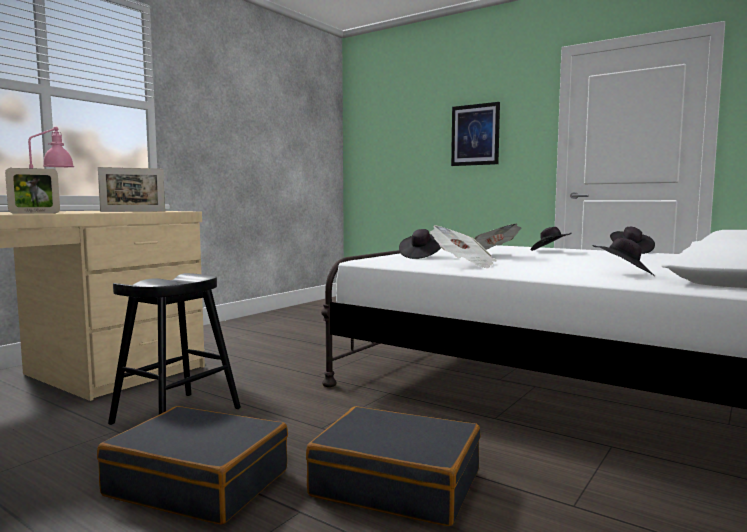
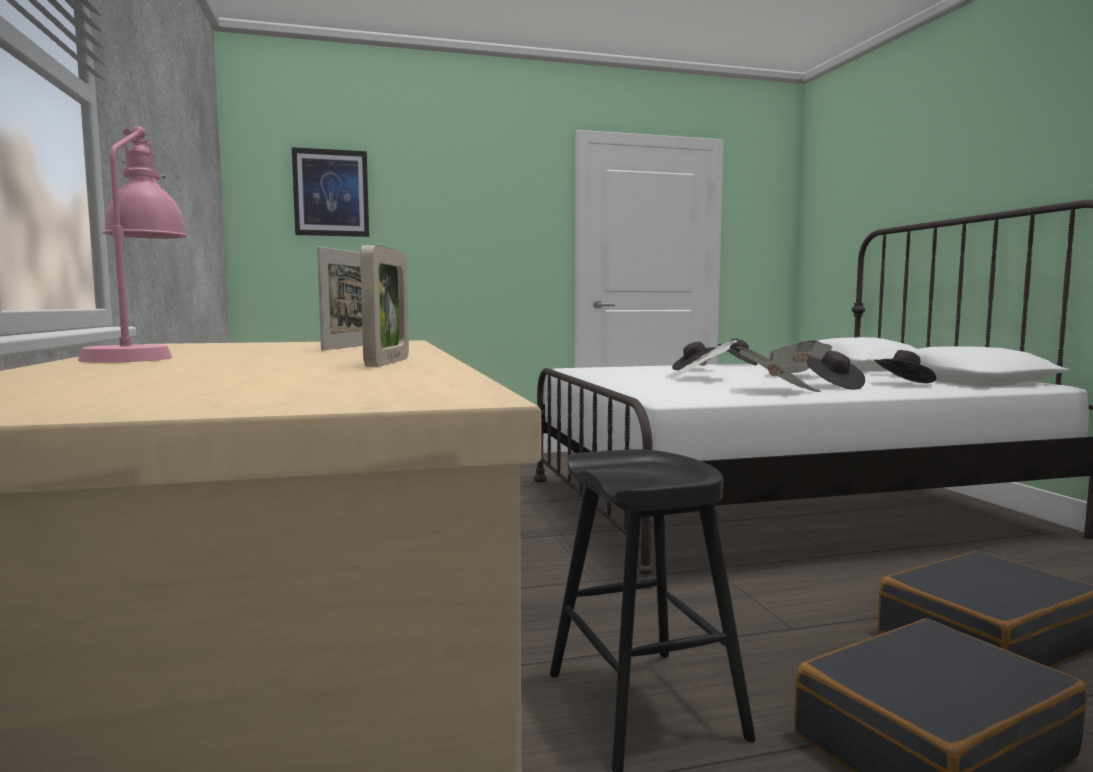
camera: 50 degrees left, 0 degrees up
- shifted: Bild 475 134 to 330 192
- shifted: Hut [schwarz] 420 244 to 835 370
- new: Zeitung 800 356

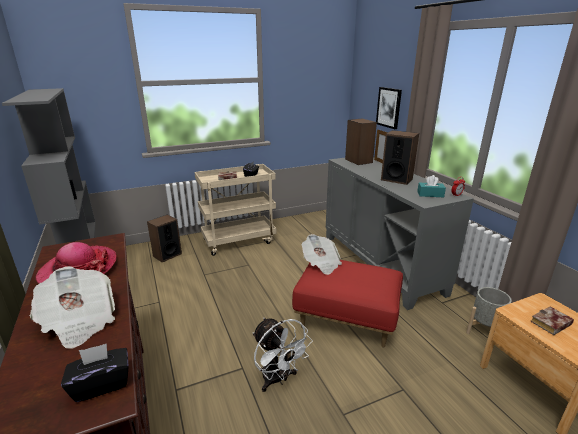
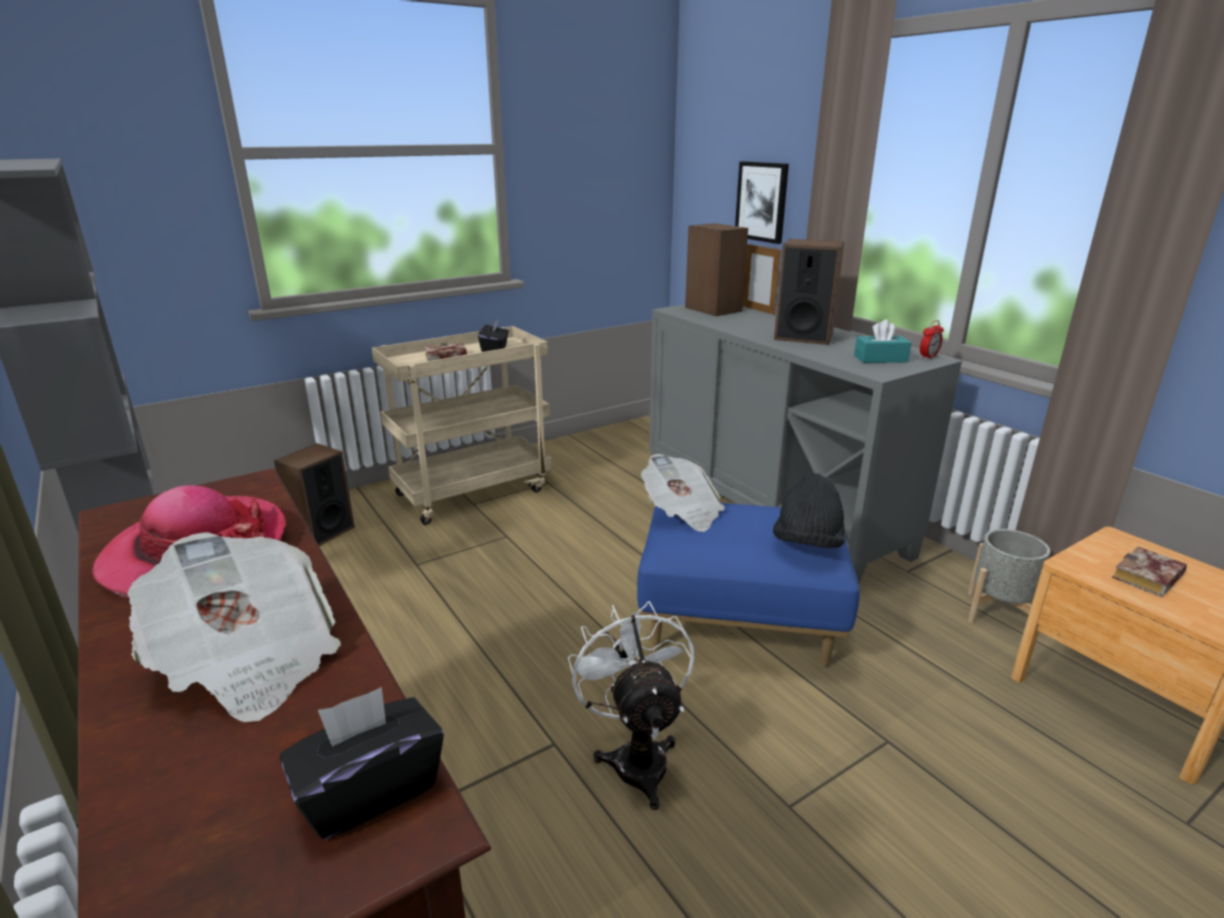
camera: 10 degrees left, 0 degrees up
- repainted: Polsterhocker [rot] 347 304 to Polsterhocker [blau] 748 585
- rotated: Ventilator [weiß] 283 355 = 631 705 150 degrees counterclockwise
- new: Hut [schwarz] 809 510

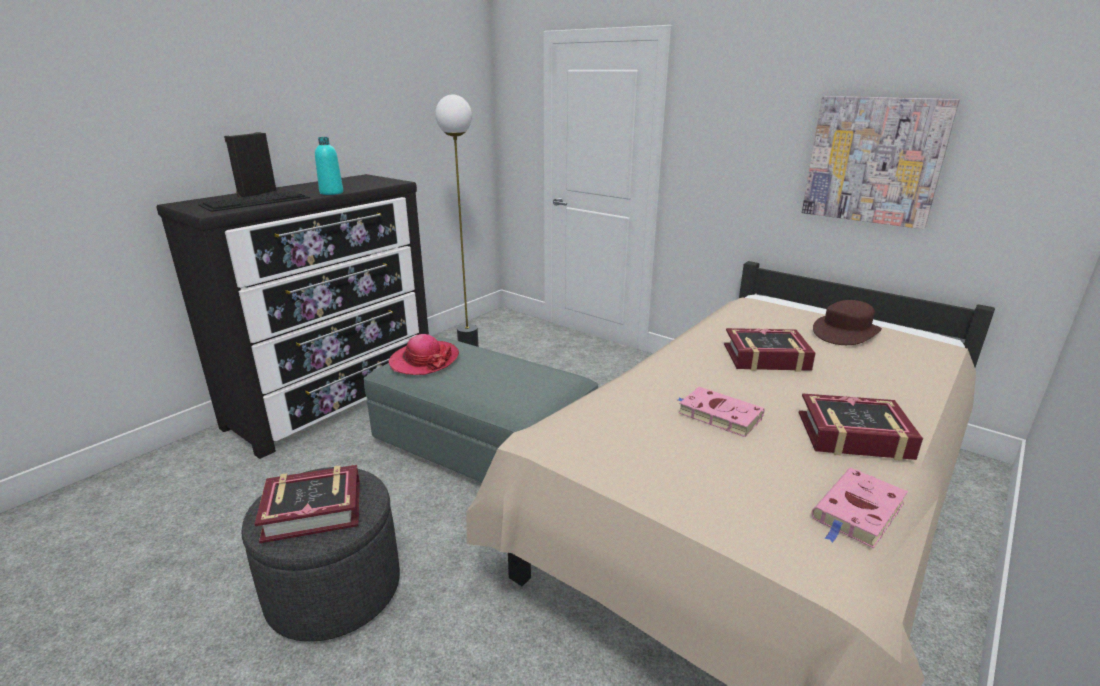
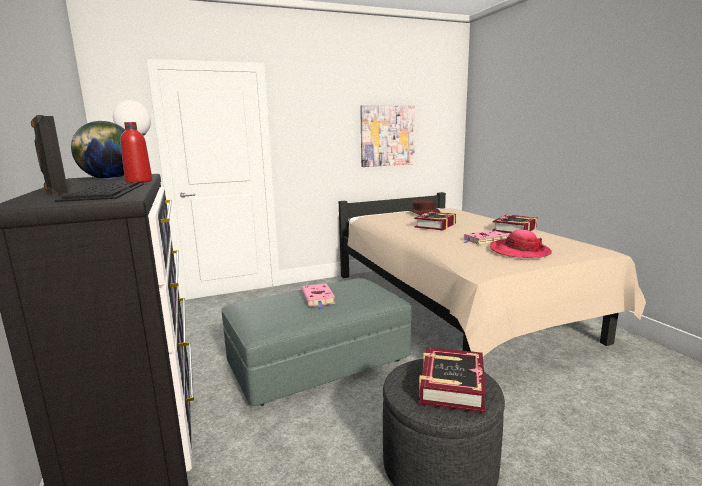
camera: 60 degrees left, 10 degrees down
- repainted: Flasche [türkis] 329 166 to Flasche [rot] 136 152
- shifted: Hut 423 354 to 521 243
- shifted: Buch [rosa] 860 508 to 318 296
- new: Globus 98 150

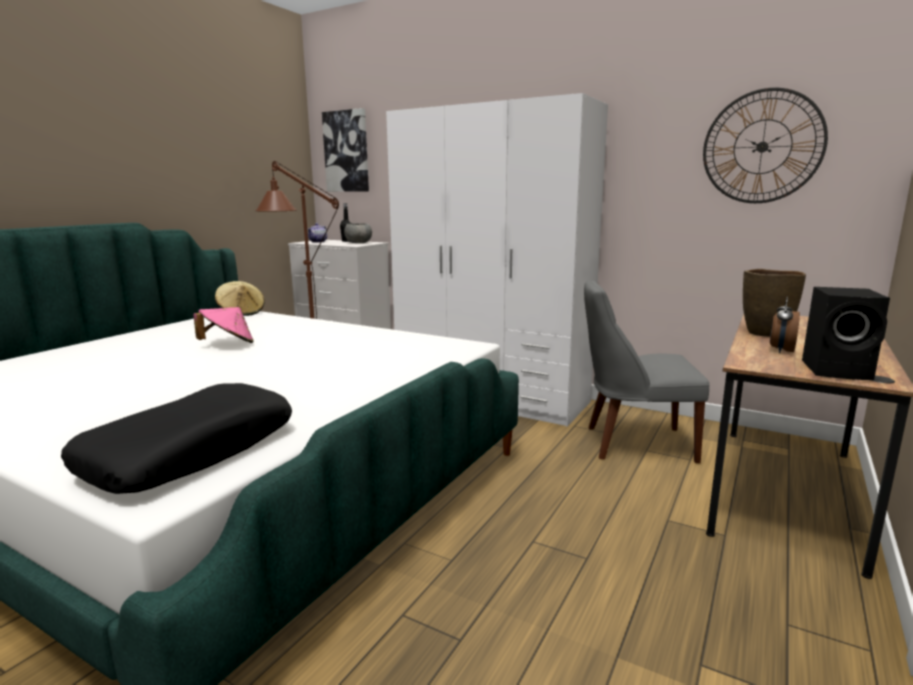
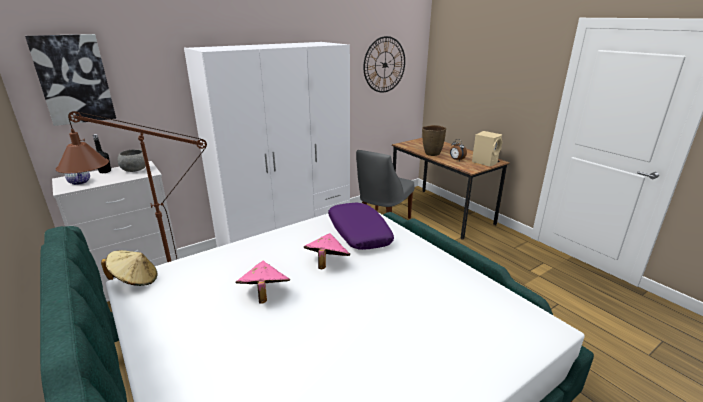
camera: 65 degrees left, 10 degrees up
- repainted: Lautsprecher [schwarz] 846 333 to Lautsprecher [beige] 487 148
- gone: Kissen [schwarz] 176 438
- new: Kissen [lila] 361 226
- new: Hut [rosa] 327 251

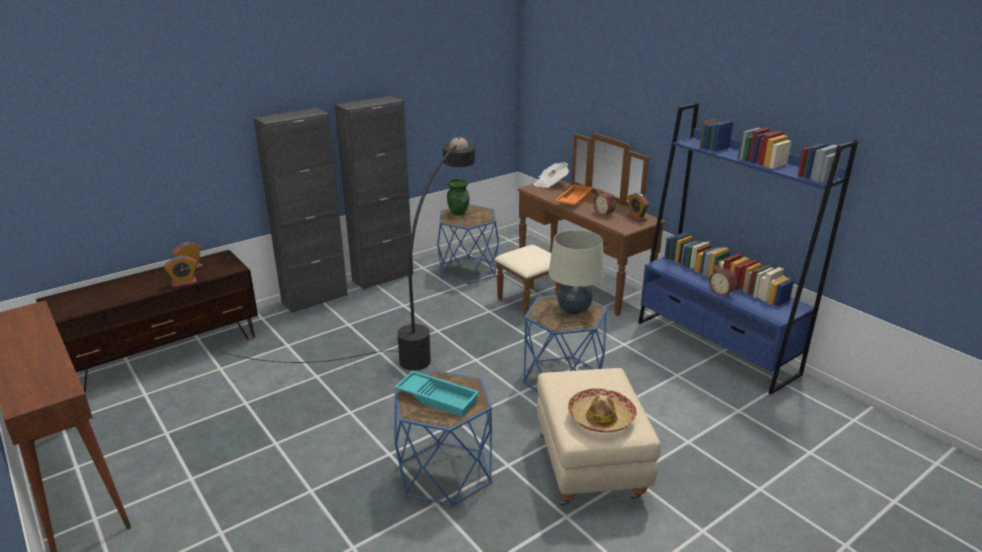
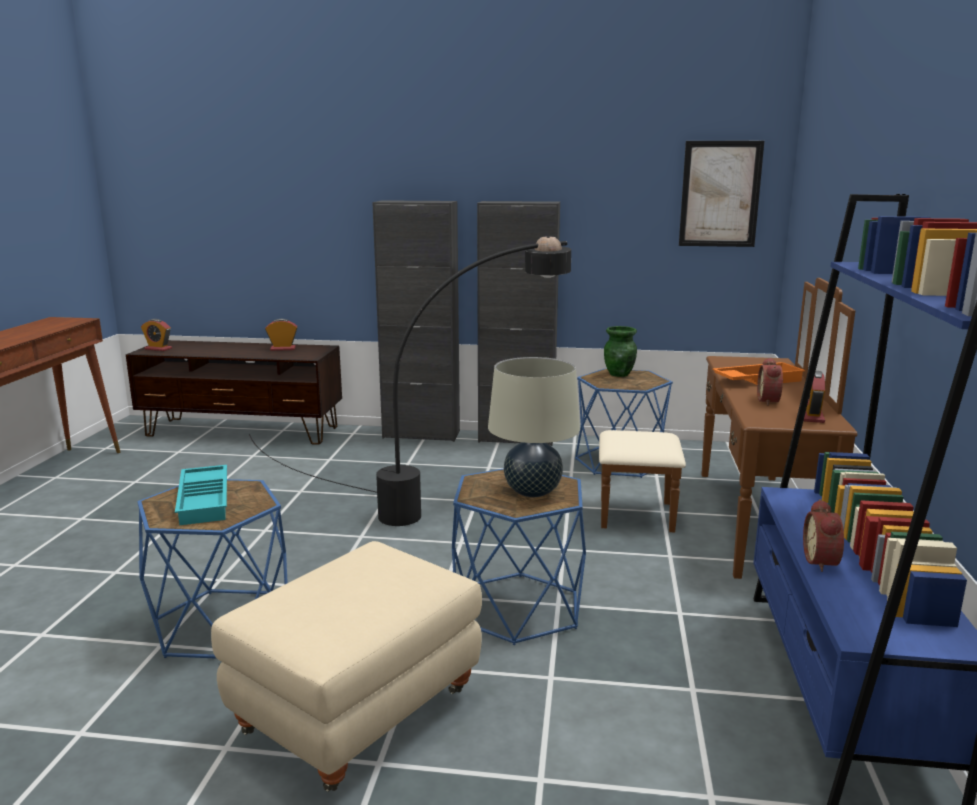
camera: 45 degrees right, 10 degrees down
- gone: Zeitung 551 175
- shifted: Wecker 180 272 to 156 335
- gone: Hut 602 410
- new: Bild 721 194

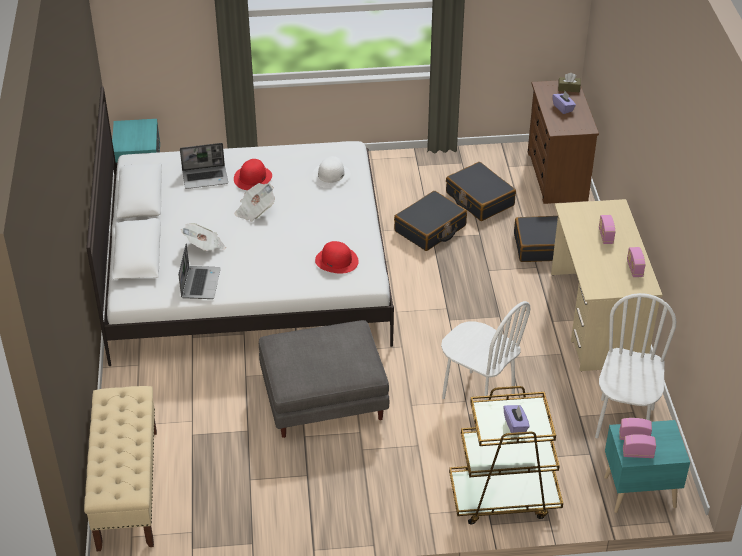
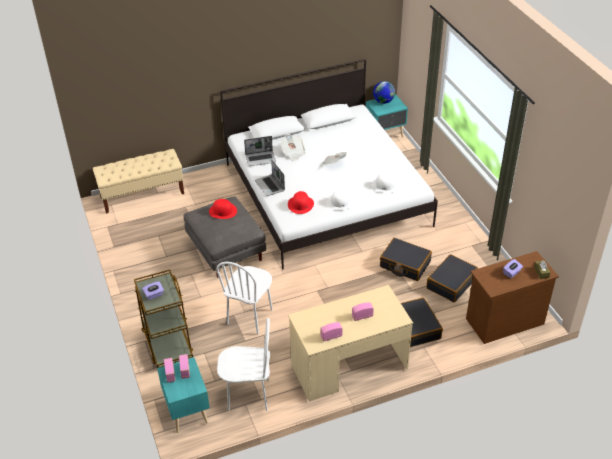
camera: 75 degrees right, 0 degrees up
- shifted: Laptop 204 166 to 270 177
- shifted: Hut [rot] 253 174 to 223 209
- new: Globus 384 92
- new: Hut [weiß] 341 200

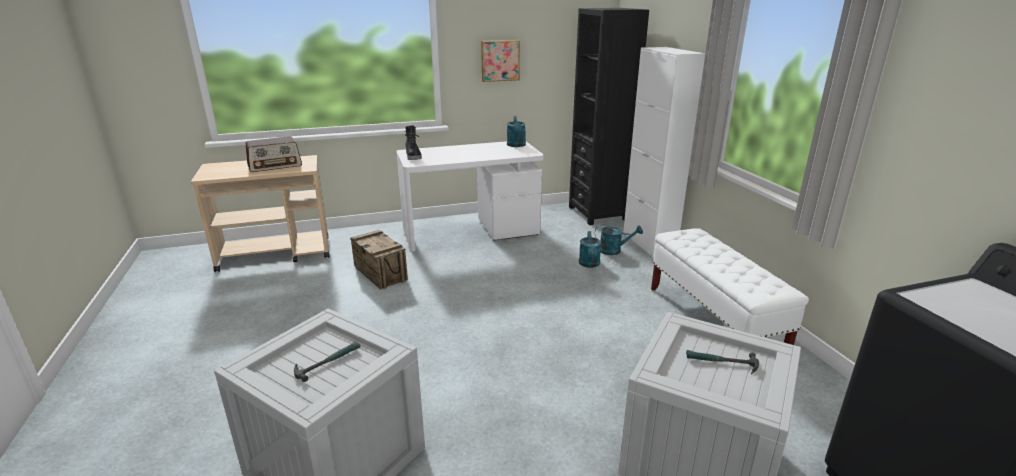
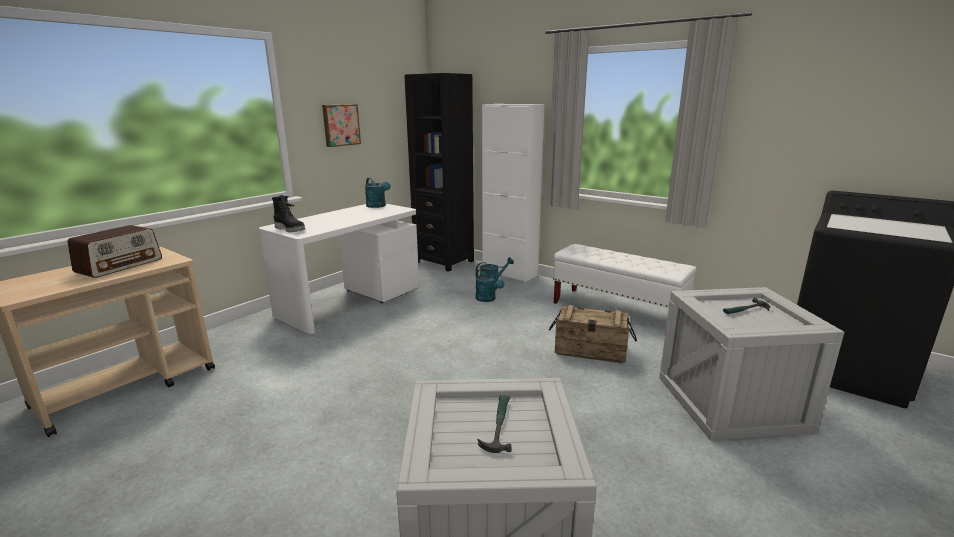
camera: 35 degrees left, 5 degrees down
- shifted: Kiste 379 259 to 593 334

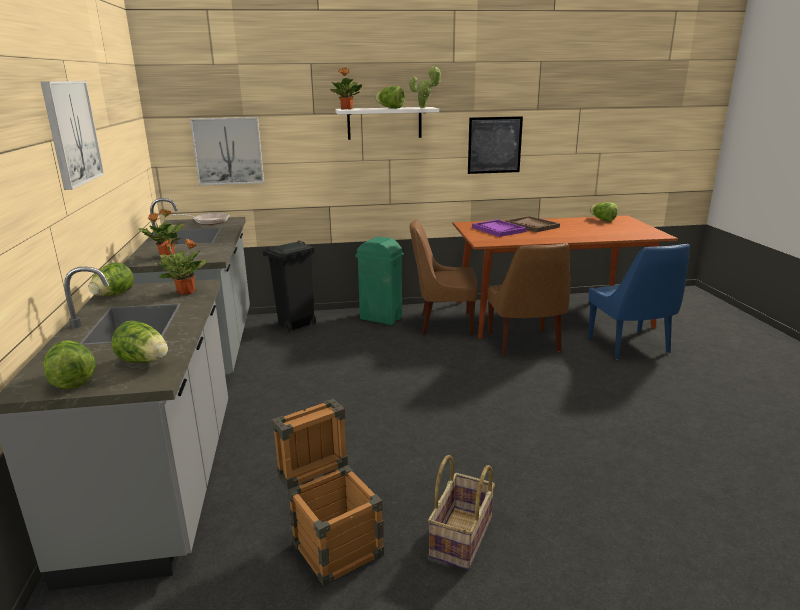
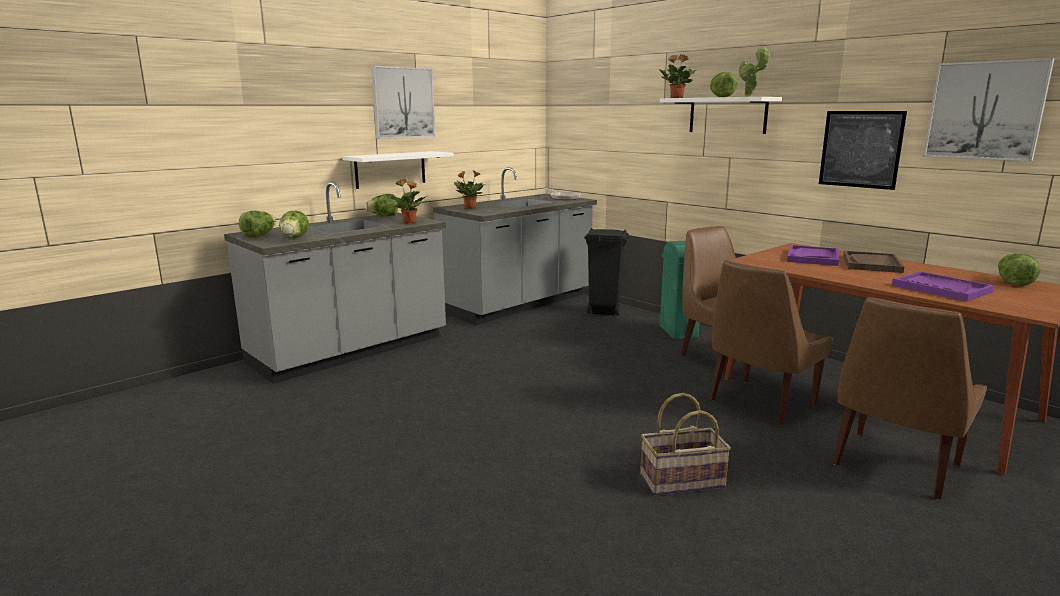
camera: 55 degrees right, 5 degrees down
- shifted: Bild 227 151 to 989 109
- repainted: Stuhl [blau] 639 301 to Stuhl [braun] 909 398
- gone: Kiste 328 493
- shifted: Korb 461 512 to 685 444
- new: Wandregal [weiß] 398 170
- new: Tablett [lila] 943 286

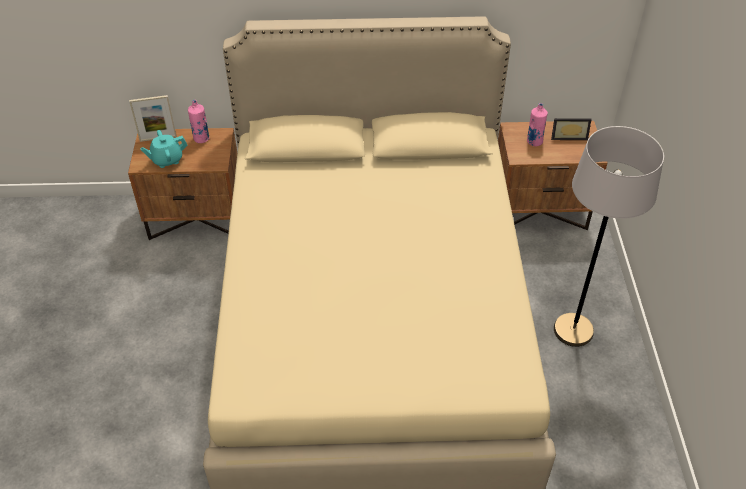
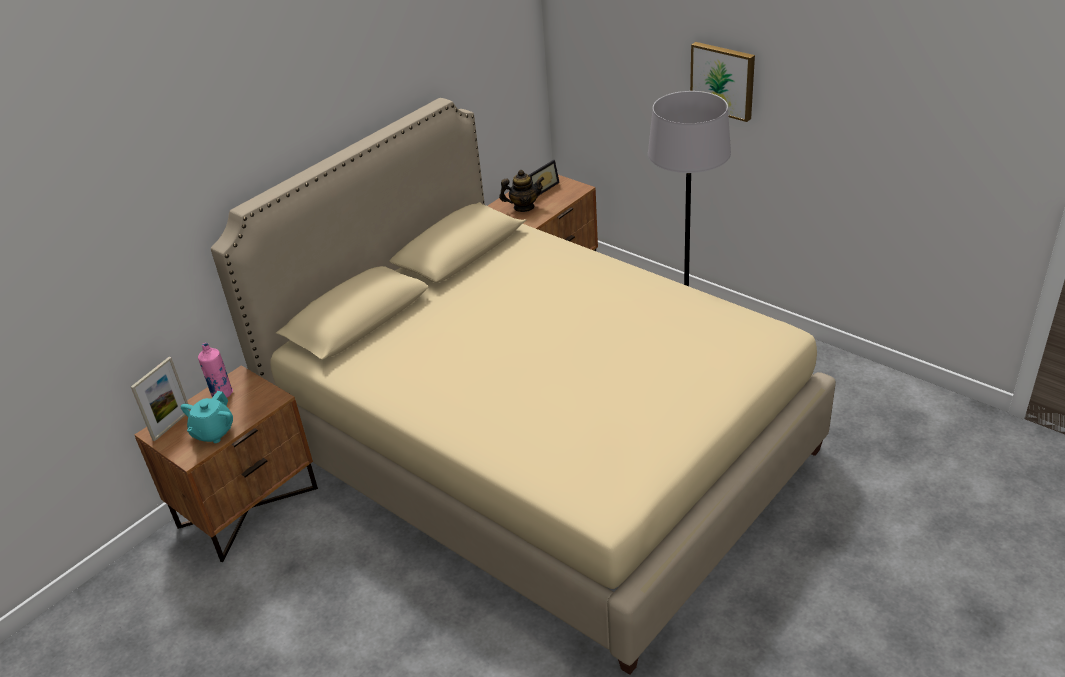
camera: 45 degrees left, 10 degrees down
- swapped: Flasche [rosa] 537 124 to Teekanne 521 191
- new: Bild 722 82

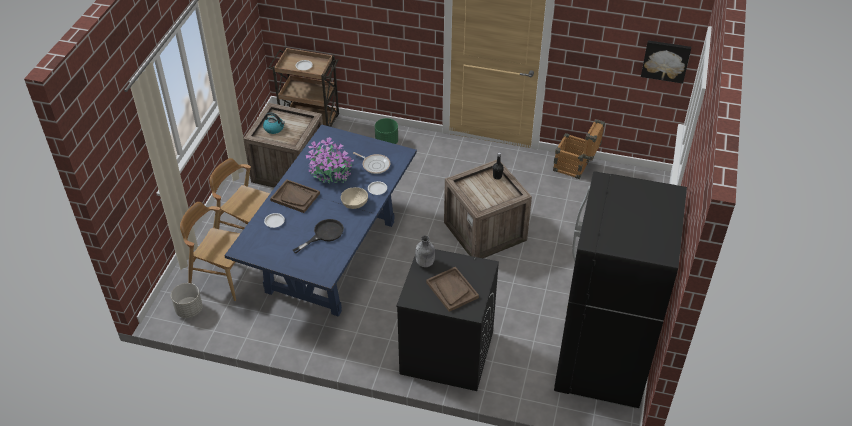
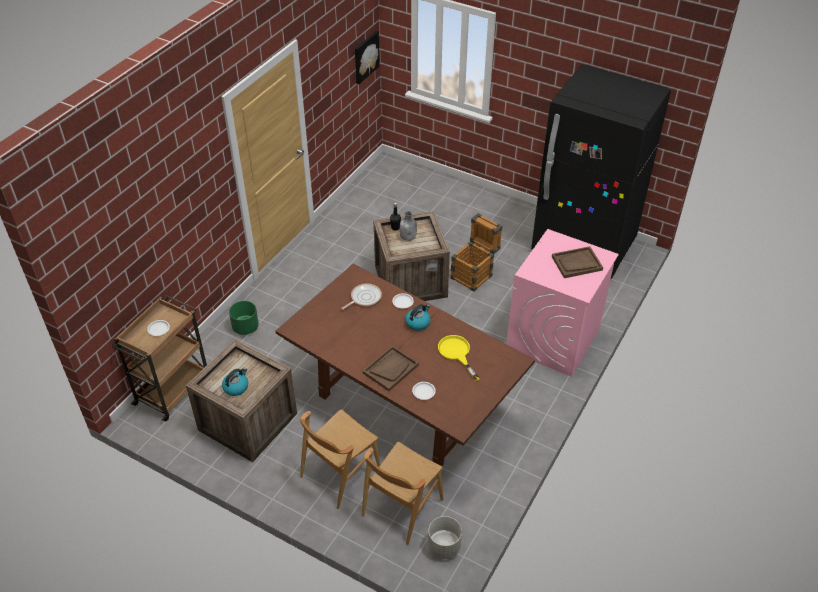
camera: 75 degrees left, 0 degrees up
- shifted: Kiste 579 149 to 476 252
- repainted: Esstisch [blau] 320 220 to Esstisch [braun] 405 364
- gone: Topfpflanze 330 160
- swapped: Schüssel [beige] 354 198 to Wasserkessel 418 317
- repainted: Pfanne [schwarz] 318 236 to Pfanne [gelb] 459 358
- shifted: Flasche [grau] 425 251 to 408 226
- repainted: Waschmaschine [schwarz] 447 320 to Waschmaschine [rosa] 562 303

